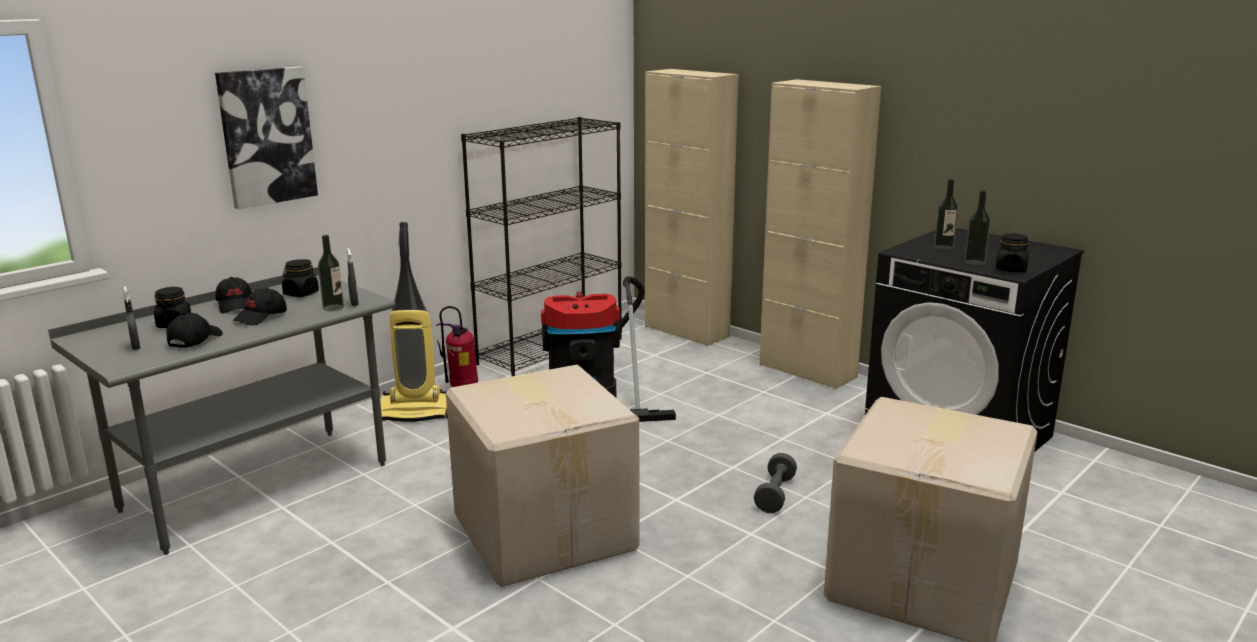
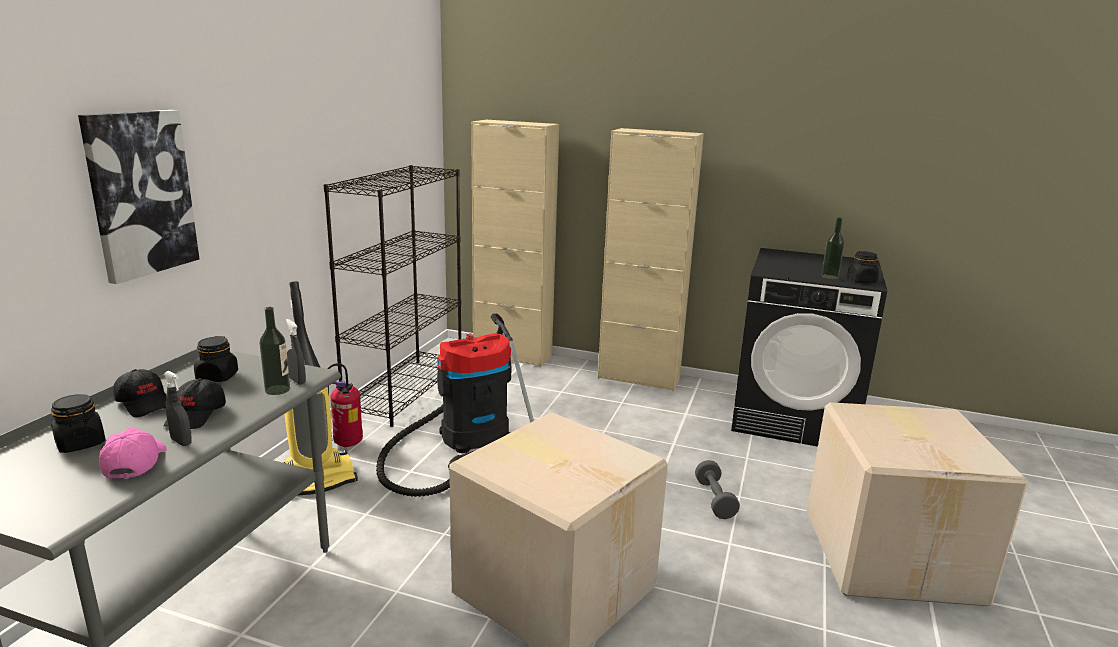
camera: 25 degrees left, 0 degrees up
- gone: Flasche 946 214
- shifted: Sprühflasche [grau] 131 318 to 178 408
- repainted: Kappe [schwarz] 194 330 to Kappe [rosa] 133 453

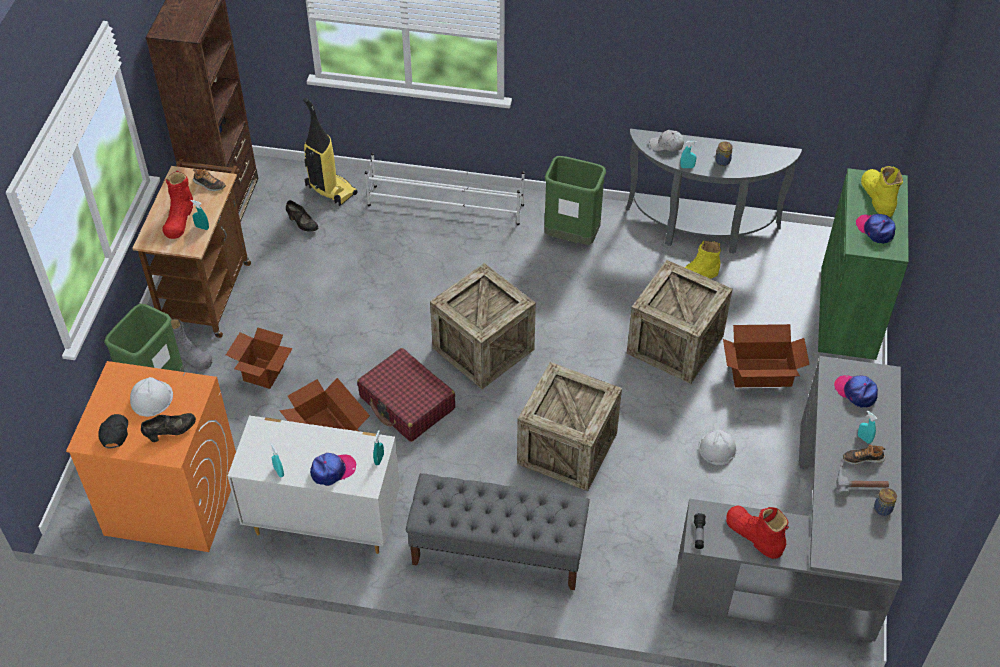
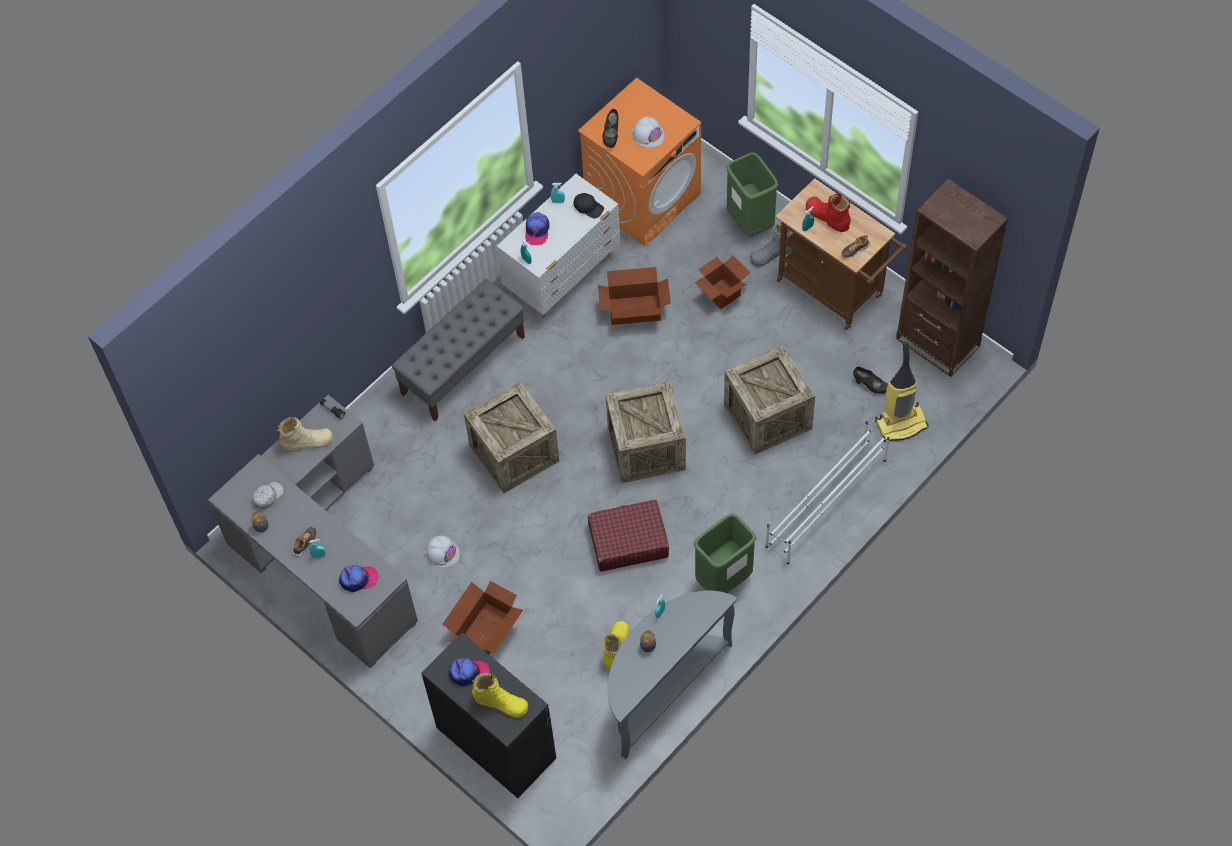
camera: 125 degrees right, 10 degrees up
- shifted: Kappe [weiß] 667 140 to 268 495
- repainted: Schrank [grün] 863 264 to Schrank [schwarz] 488 715
- rotated: Schuh [schwarz] 302 216 = 870 380 135 degrees counterclockwise
- shifted: Kiste 679 322 to 769 400
- shifted: Koffer [rot] 406 395 to 628 535
- shifted: Kappe [schwarz] 113 431 to 588 205
- gone: Hammer 862 479
- repainted: Stiefel [rot] 757 532 to Stiefel [beige] 305 435

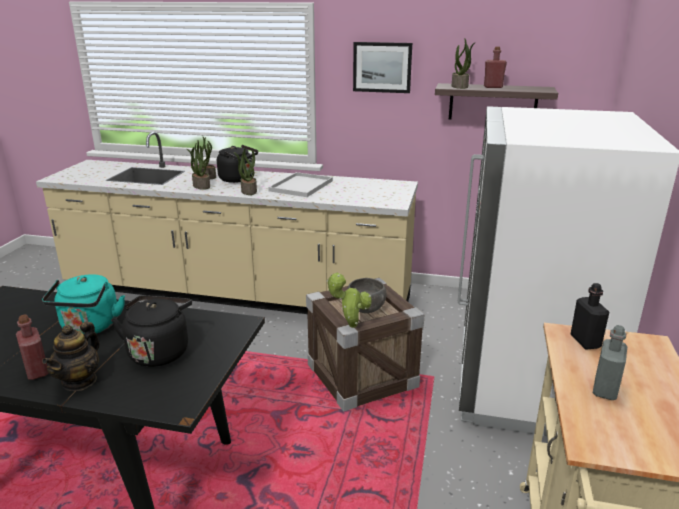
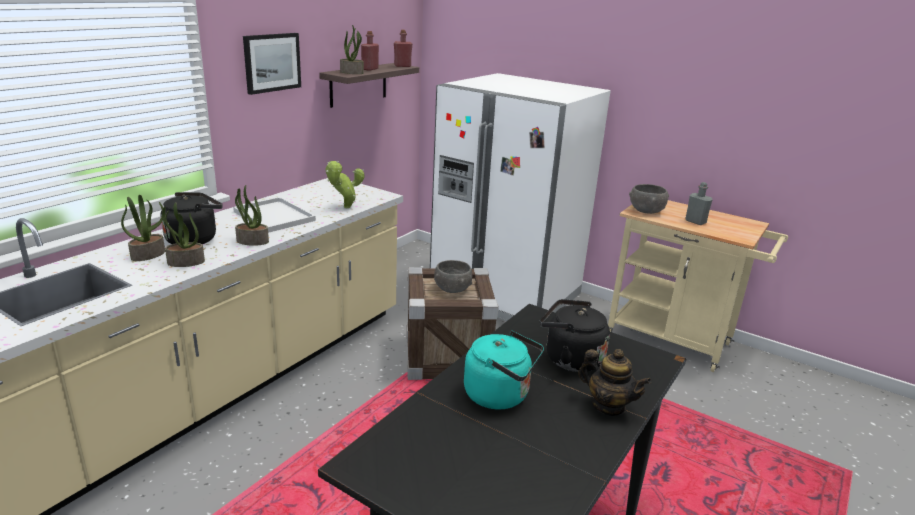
camera: 70 degrees left, 0 degrees up
- shifted: Topfpflanze 349 300 to 345 184
- swapped: Flasche [schwarz] 590 316 to Schüssel [grau] 649 199
- shifted: Flasche [rot] 32 347 to 403 48

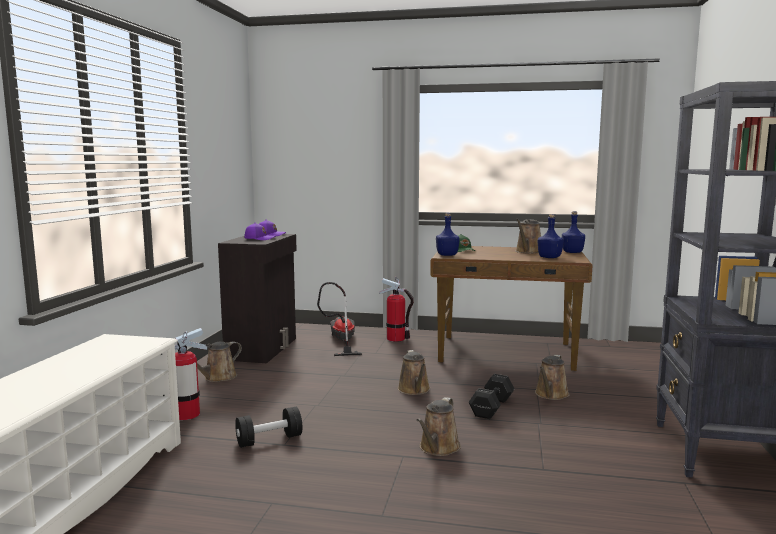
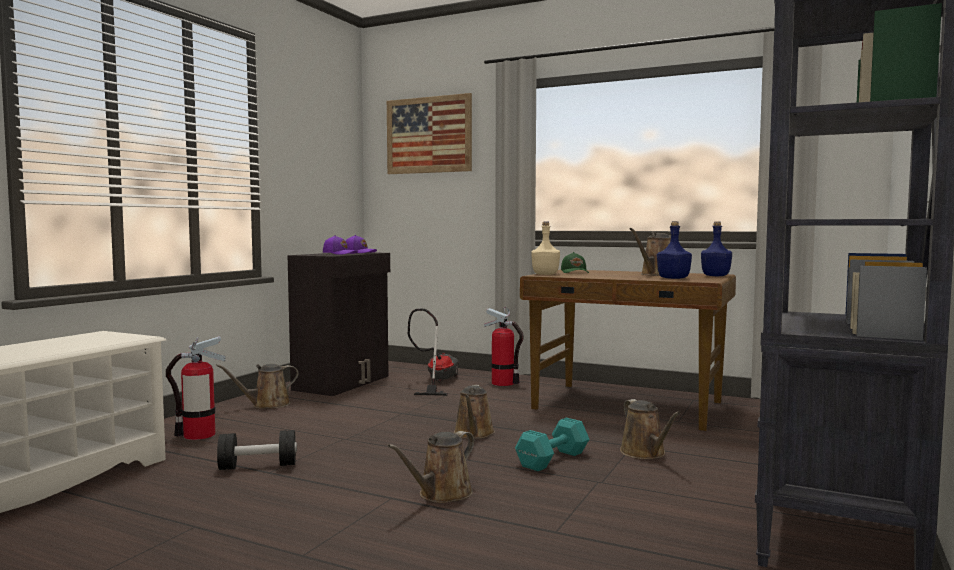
camera: 15 degrees right, 5 degrees down
- repainted: Flasche [blau] 448 234 to Flasche [beige] 545 248
- rotated: Gießkanne [braun] 552 377 = 650 429 60 degrees counterclockwise
- repainted: Hantel [schwarz] 492 396 to Hantel [türkis] 552 444
- new: Bild 429 133

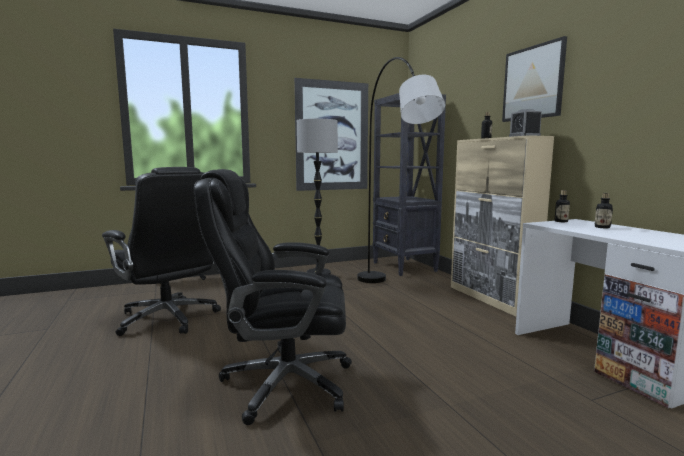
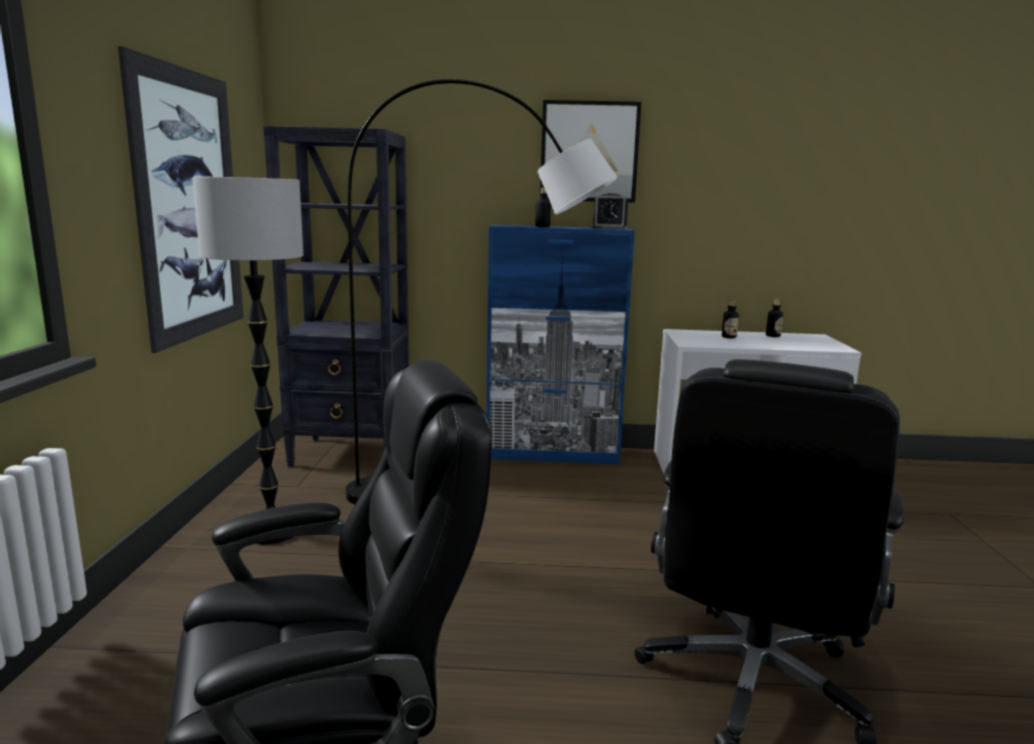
camera: 65 degrees left, 5 degrees up
- repainted: Schrank [beige] 502 225 to Schrank [blau] 560 344
- shifted: Flasche 562 206 to 774 318

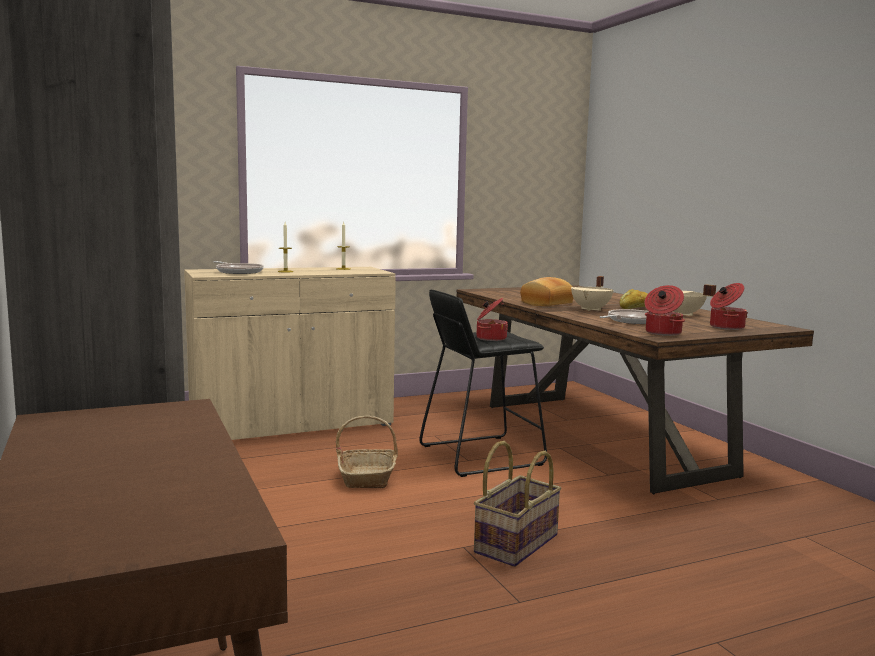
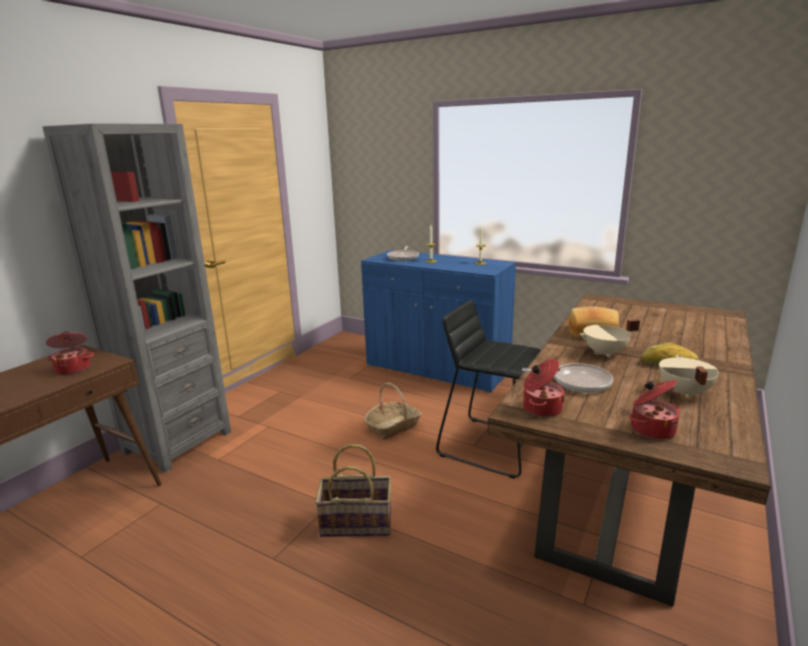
camera: 55 degrees right, 10 degrees up
- repainted: Schrank [beige] 290 353 to Schrank [blau] 438 321
- shifted: Kochtopf 492 319 to 70 353

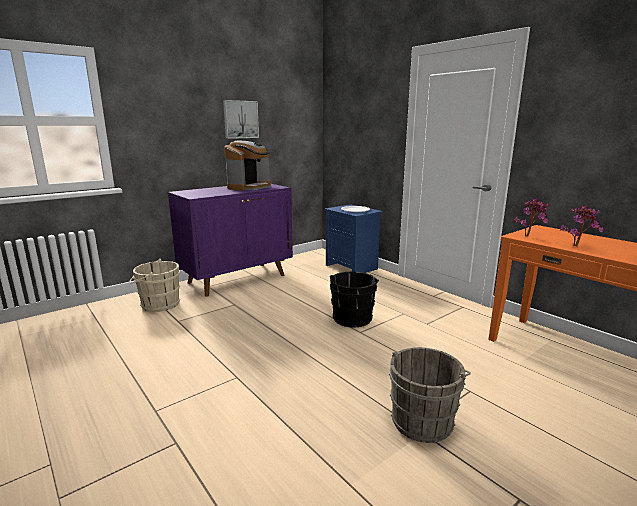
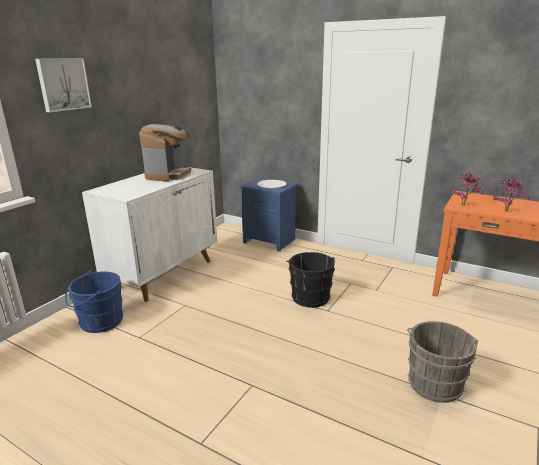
camera: 20 degrees left, 5 degrees up
- shifted: Bild 241 119 to 63 85
- repainted: Schrank [lila] 230 240 to Schrank [weiß] 149 234
- repainted: Eimer [beige] 154 285 to Eimer [blau] 94 302

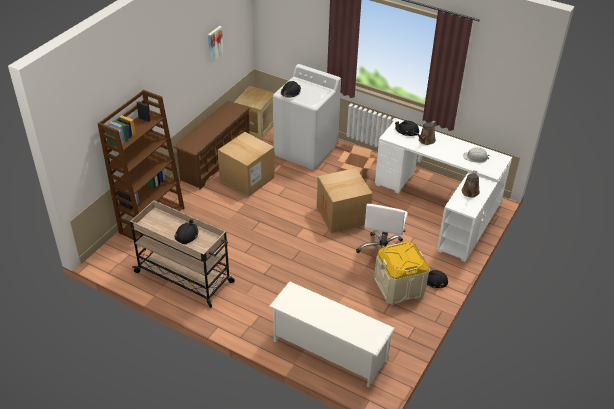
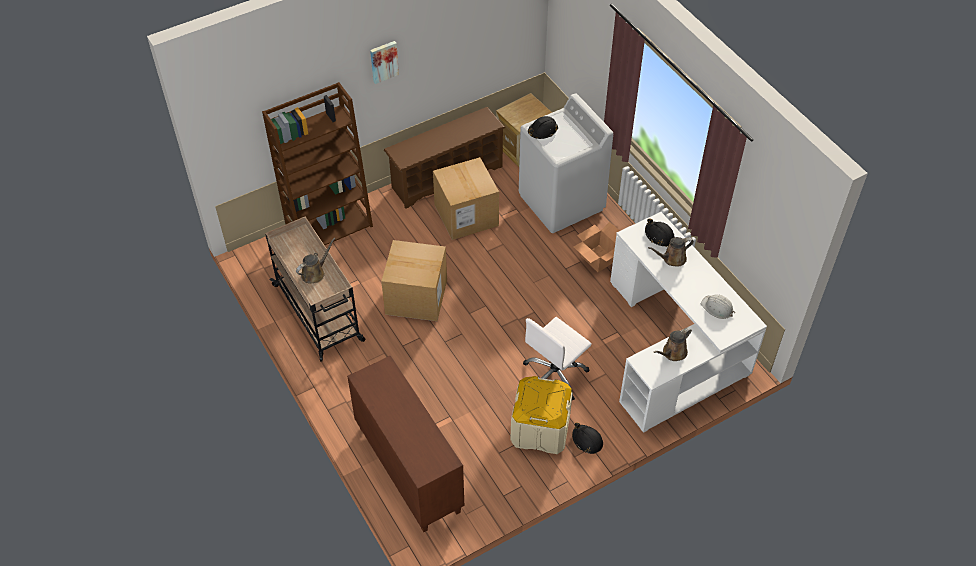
camera: 30 degrees right, 10 degrees up
- shifted: Bild 216 44 to 384 62
- shifted: Karton 344 201 to 414 280
- swapped: Schutzhelm [schwarz] 186 231 to Gießkanne [braun] 316 261
- swapped: Schuhregal [weiß] 332 334 to Schrank [braun] 405 443

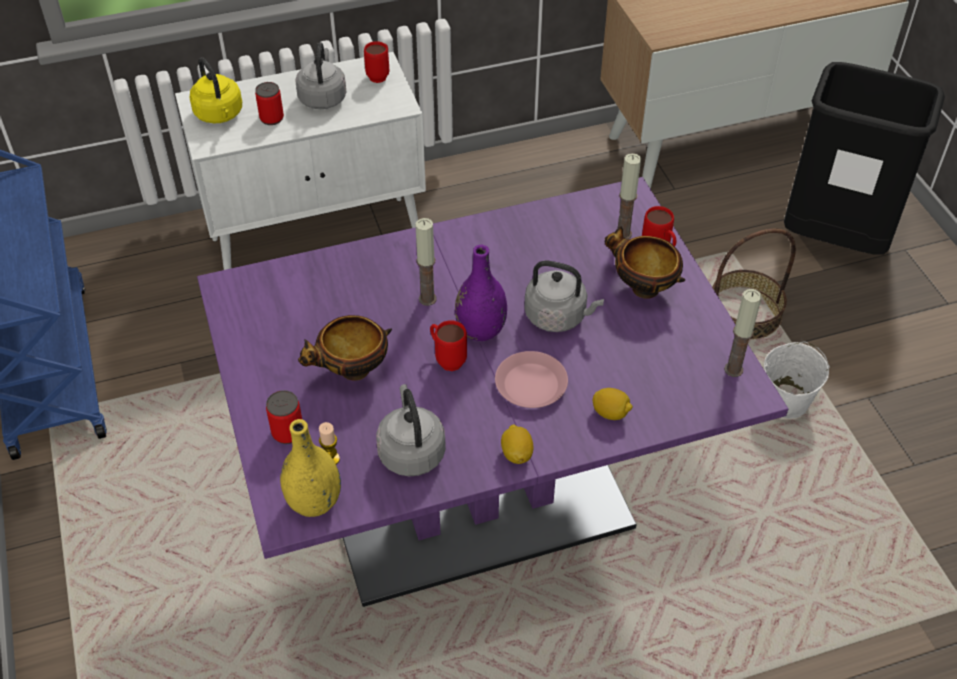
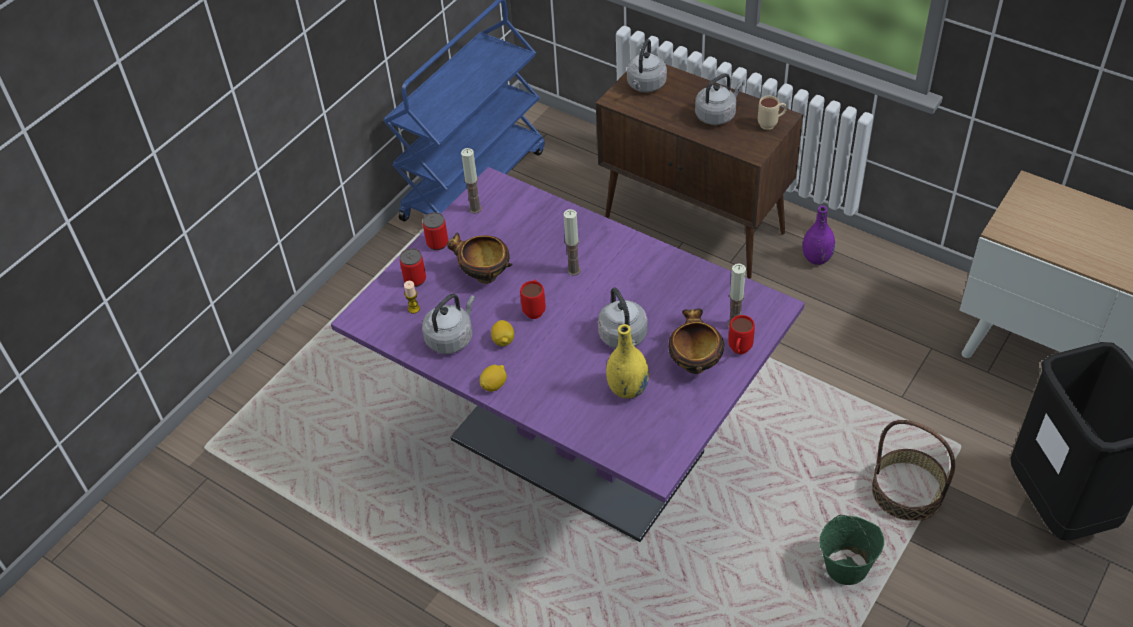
camera: 55 degrees right, 0 degrees up
- repainted: Henkelbecher [rot] 376 62 to Henkelbecher [beige] 772 112
- repainted: Schrank [weiß] 300 161 to Schrank [braun] 699 172
- repainted: Wasserkessel [gelb] 215 90 to Wasserkessel [grau] 647 65
- shifted: Dose 269 103 to 435 231
- shifted: Vase [lila] 481 293 to 819 235
- shifted: Kerze 743 333 to 471 181
- repainted: Eimer [weiß] 797 380 to Eimer [grün] 852 550
- gone: Teller [rosa] 531 379
- shifted: Zitrone 613 404 to 502 333
- shifted: Vase [gelb] 310 468 to 627 361

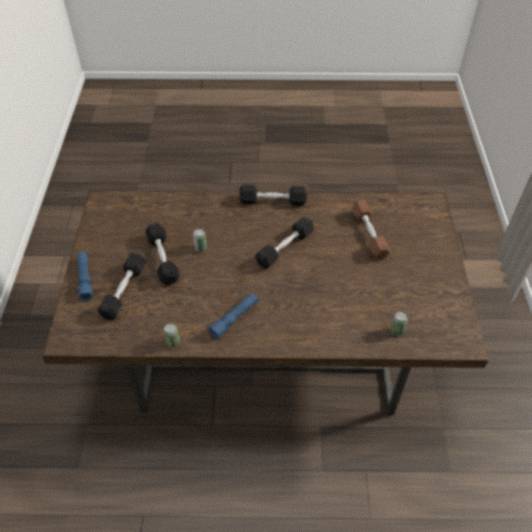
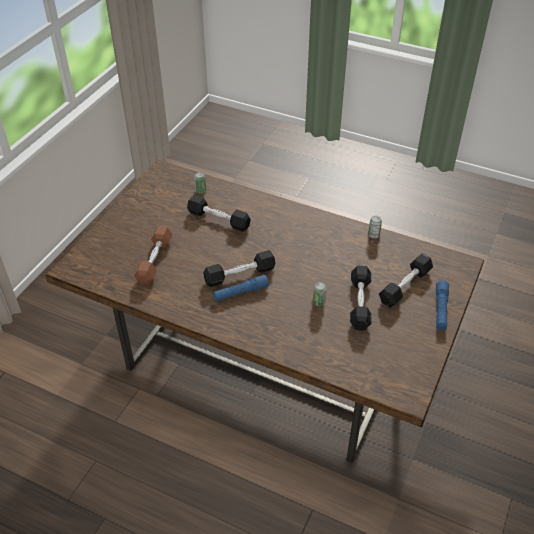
camera: 155 degrees left, 5 degrees down
- shifted: Hantel [schwarz] 273 195 to 219 213
- shifted: Taschenlampe [blau] 234 316 to 240 288

